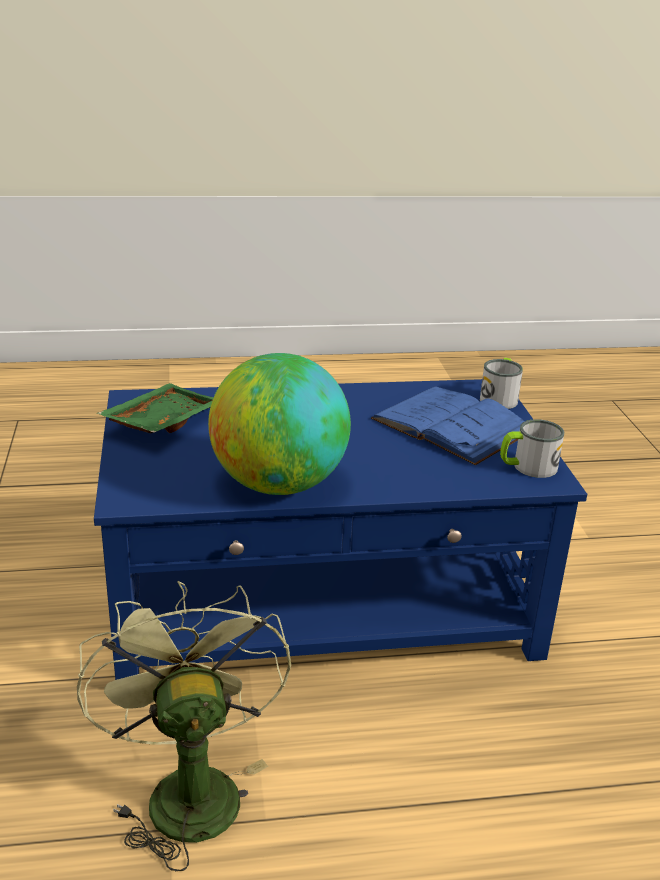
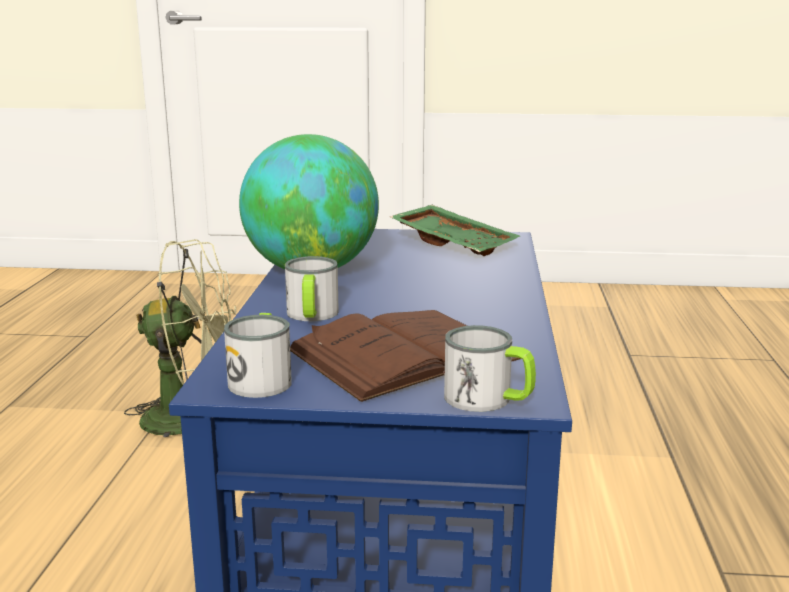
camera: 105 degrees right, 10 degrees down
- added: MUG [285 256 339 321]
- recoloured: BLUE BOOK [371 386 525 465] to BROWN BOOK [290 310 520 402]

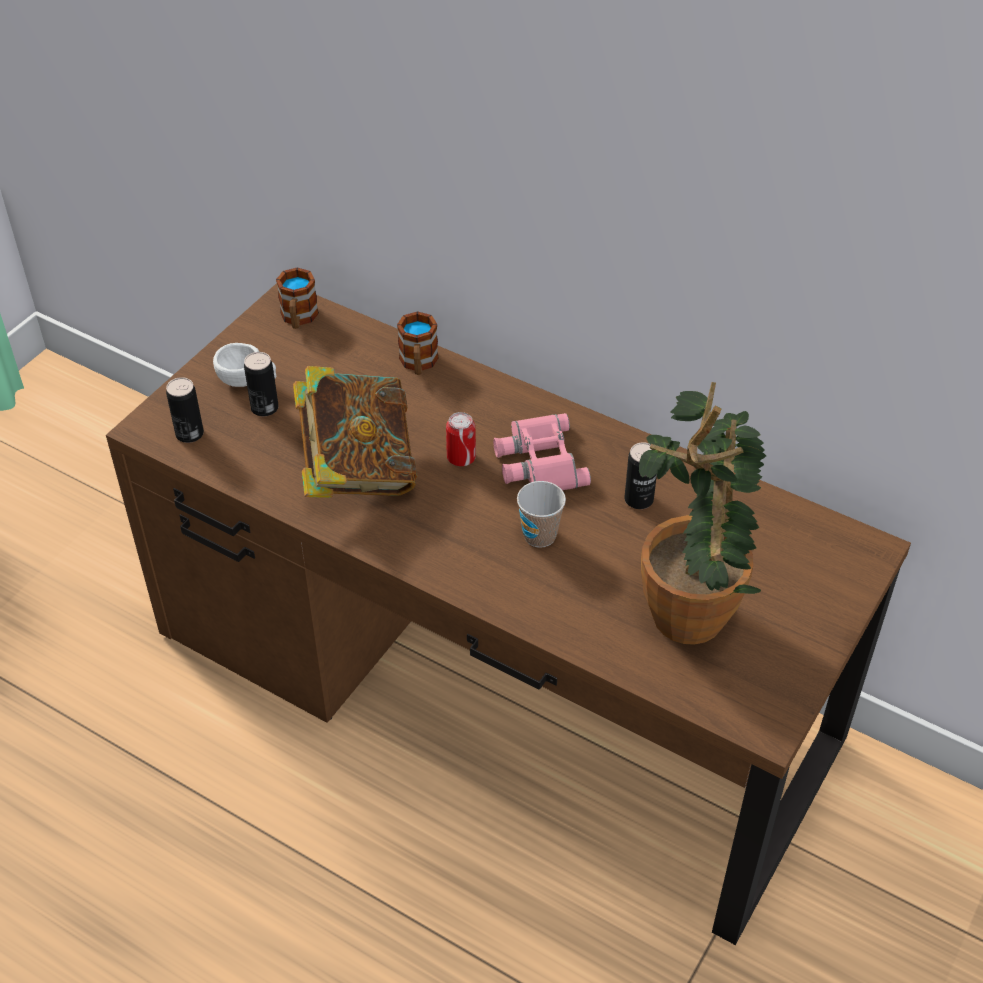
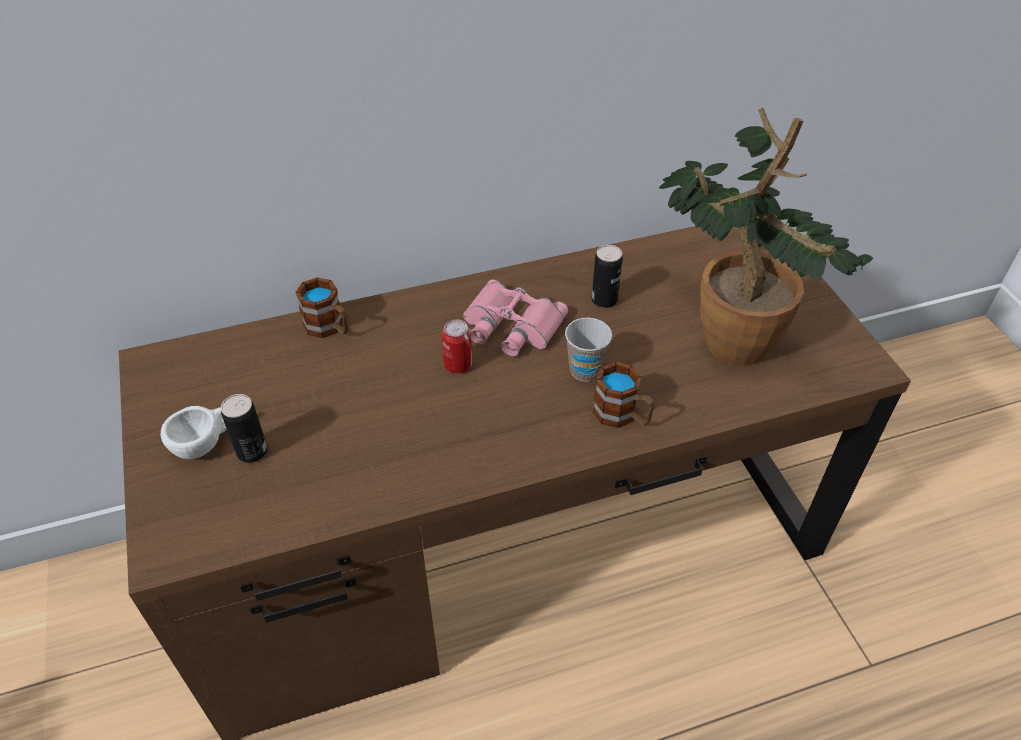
camera: 50 degrees left, 0 degrees up
- removed: CAN [166 377 204 443]
- removed: BOOK [293 366 417 498]
- moved: MUG [276 267 319 329] to [593 362 655 428]

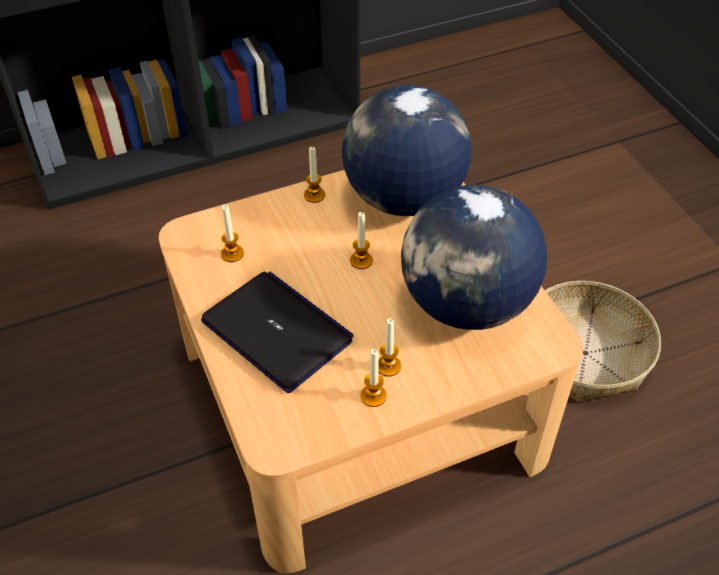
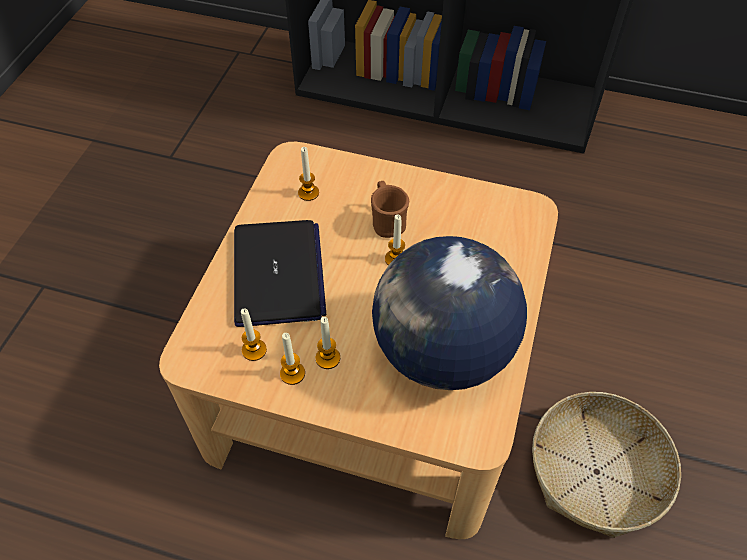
camera: 40 degrees right, 5 degrees up
- removed: GLOBE [342 85 472 216]
- added: BROWN MUG [371 181 409 238]
- moved: CANDLE [304 147 325 203] to [241 308 267 361]

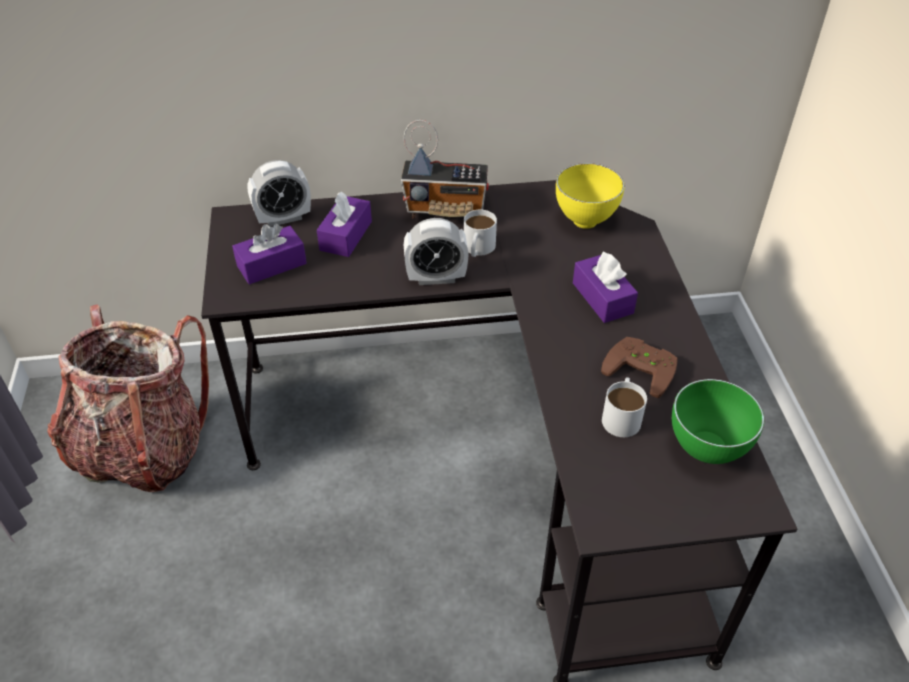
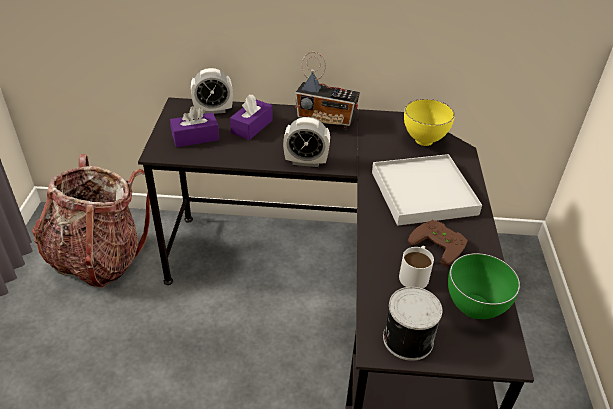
camera: 10 degrees right, 5 degrees down
- removed: WHITE MUG [464 210 497 257]
- added: CAN [383 287 442 361]
- replaced: PURPLE TISSUE BOX [573 252 638 323] to WHITE TRAY [372 154 482 226]

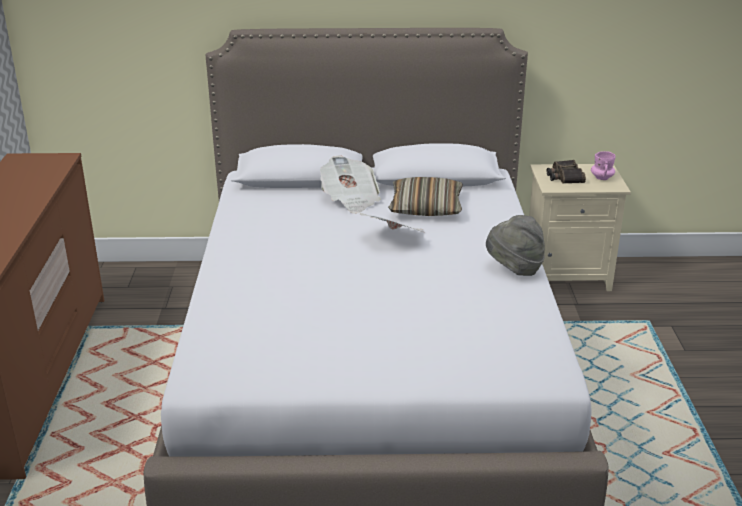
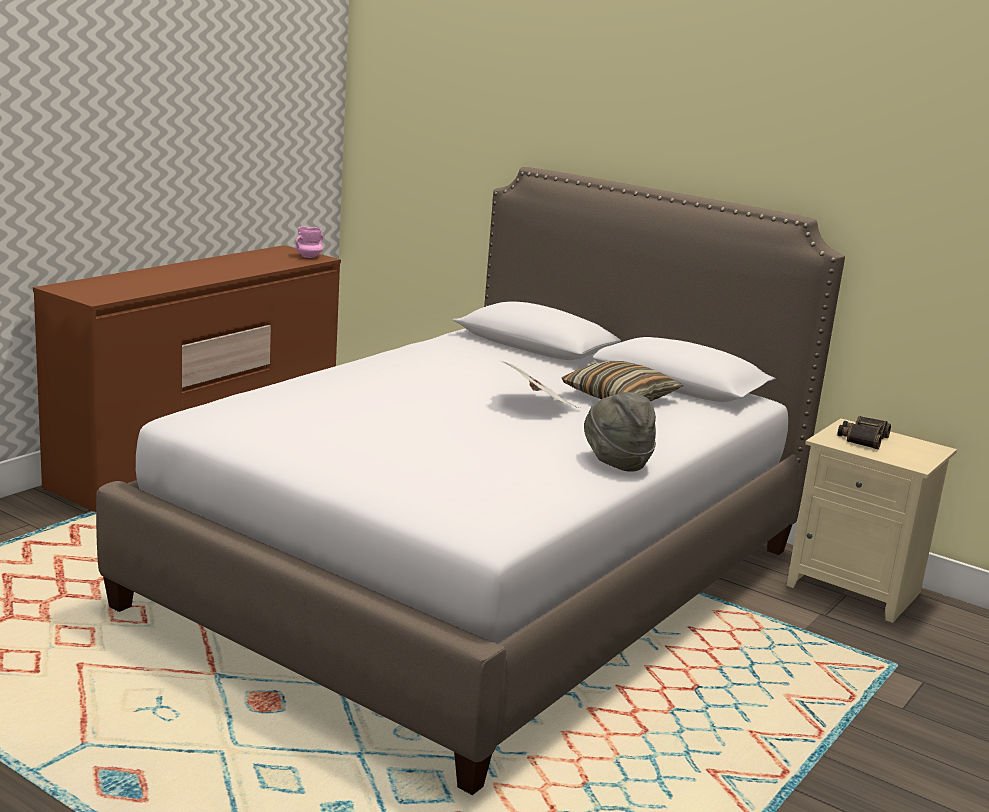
camera: 35 degrees right, 10 degrees down
- removed: NEWSPAPER [320 155 381 214]
- moved: PINK MUG [591 151 615 180] to [295 226 323 258]

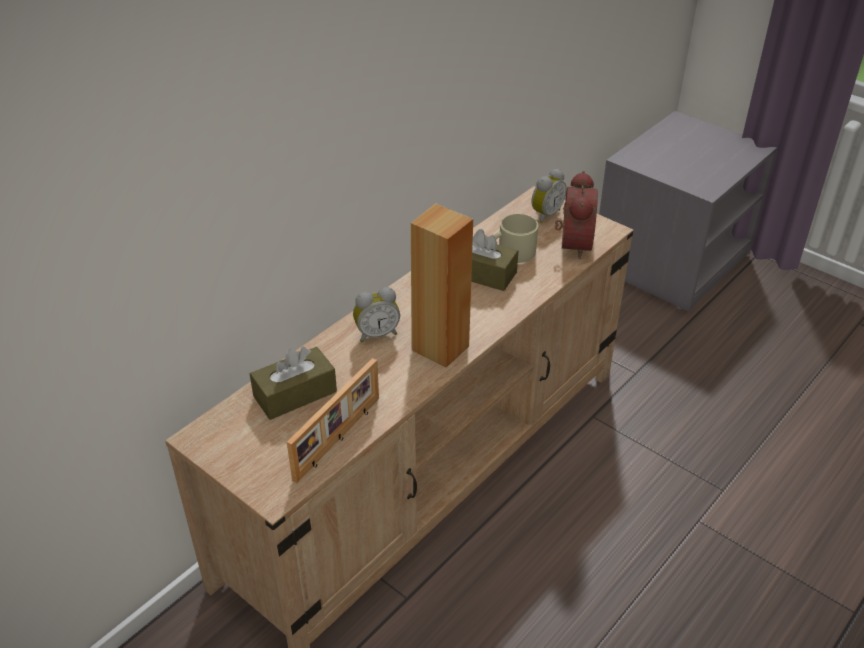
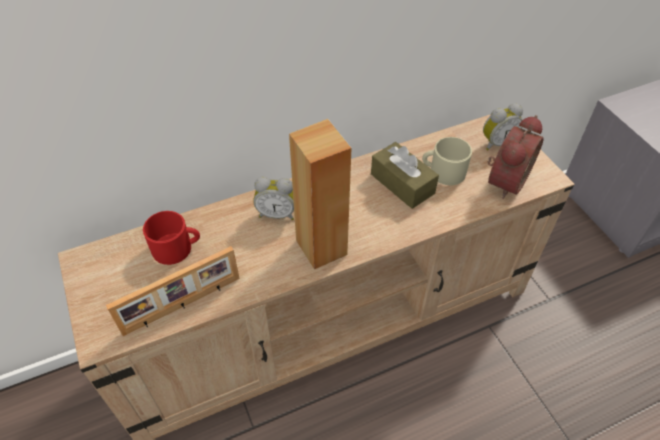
camera: 25 degrees right, 10 degrees up
- replaced: BROWN TISSUE BOX [250 347 337 420] to RED MUG [143 211 200 265]

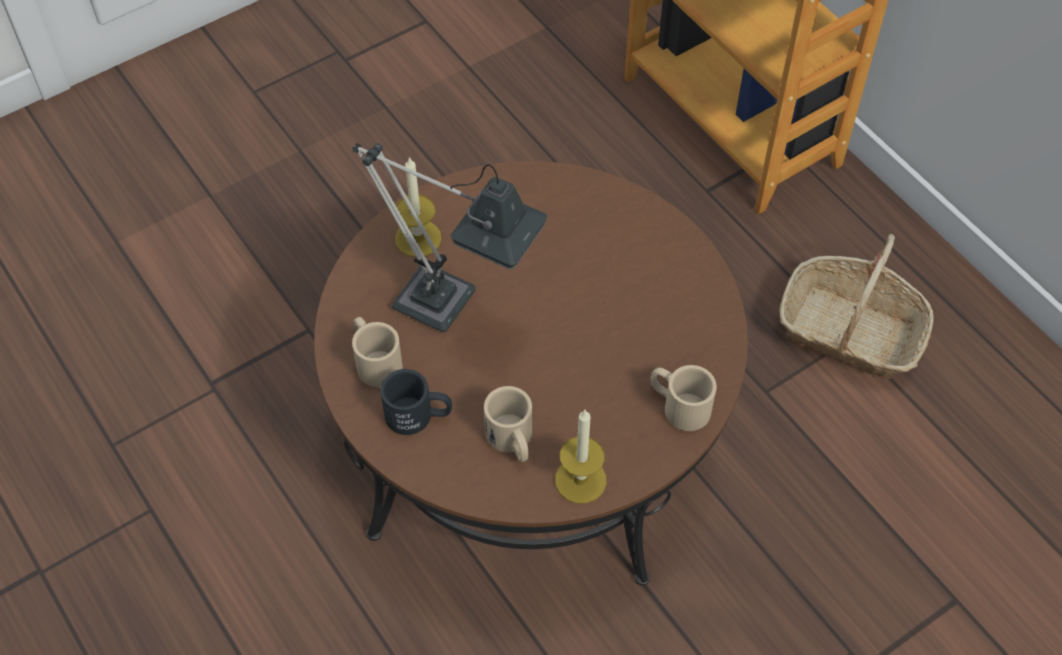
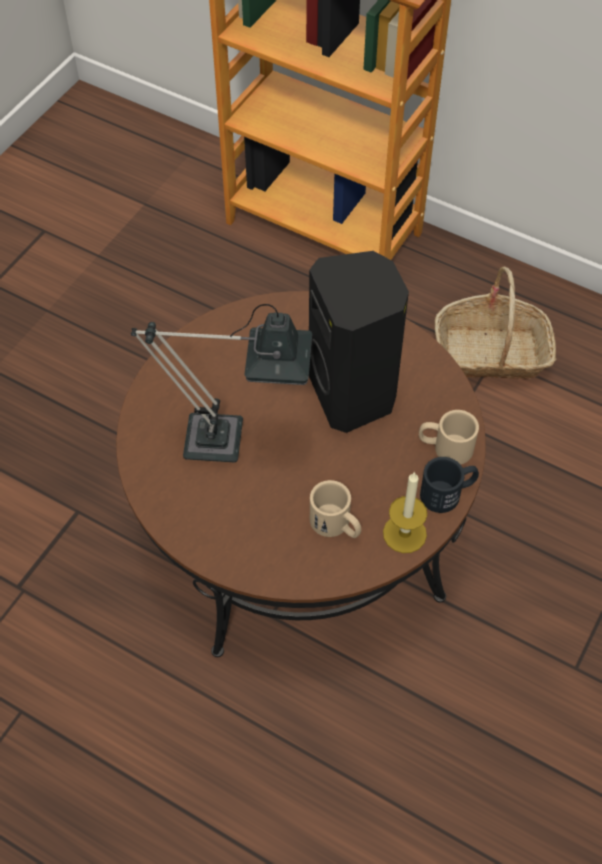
camera: 25 degrees left, 0 degrees up
- removed: BEIGE MUG [352 317 403 387]
- removed: CANDLE [395 156 442 257]
- added: BLACK SPEAKER [309 251 409 433]
- moved: BLACK MUG [380 369 452 435] to [420 457 479 513]

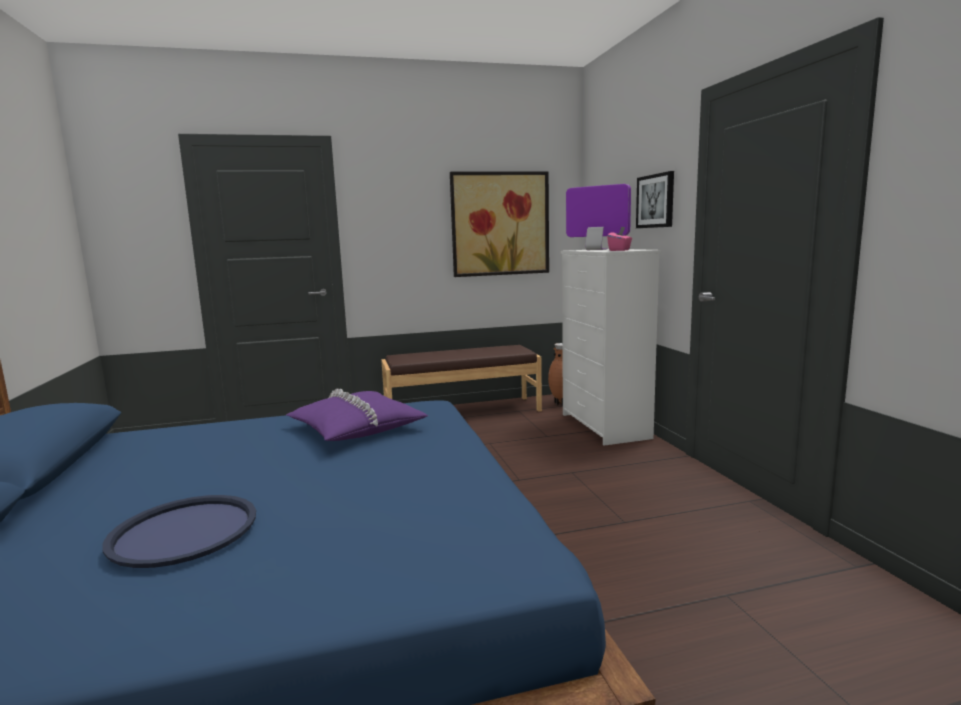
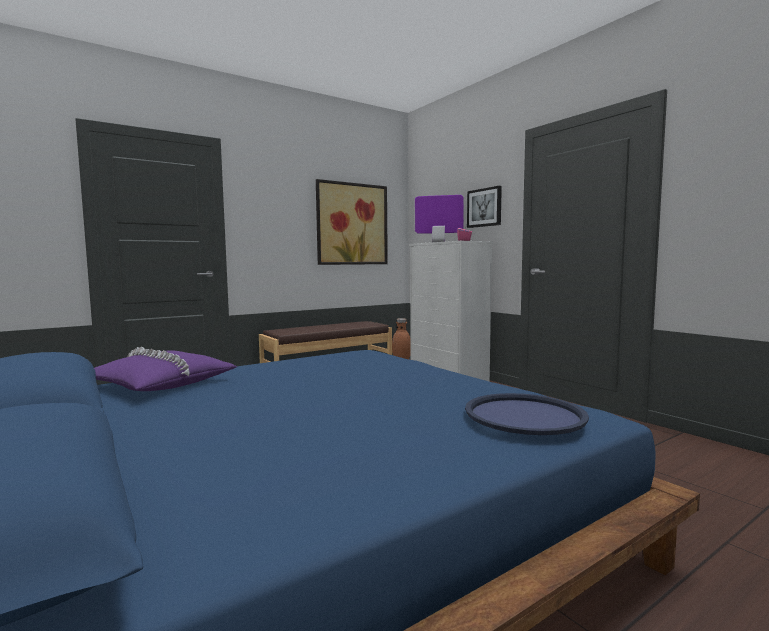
camera: 20 degrees left, 5 degrees down
- moved: BLUE TRAY [103 495 256 568] to [465 393 589 435]
- moved: PURPLE PILLOW [286 389 428 441] to [94 347 237 391]

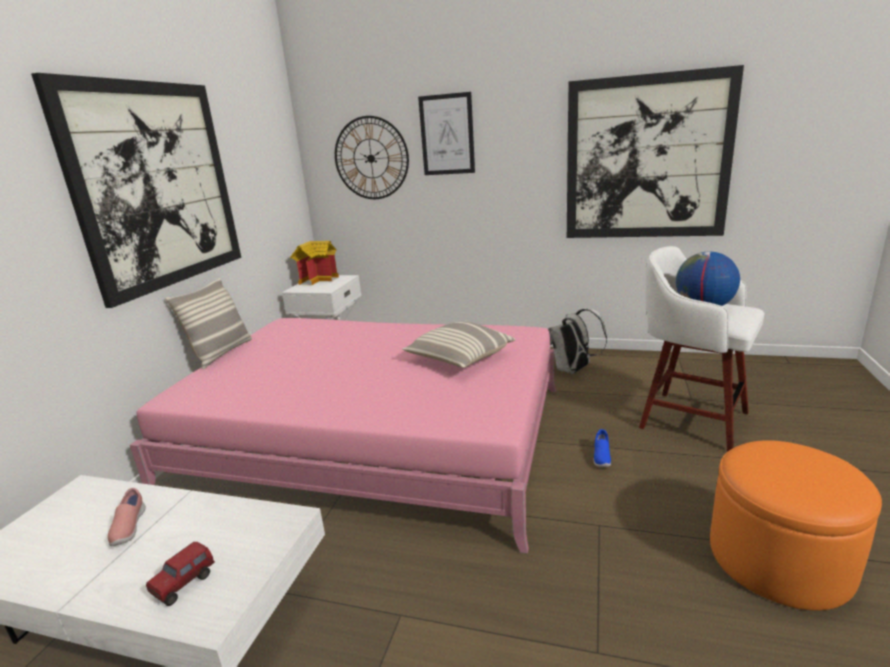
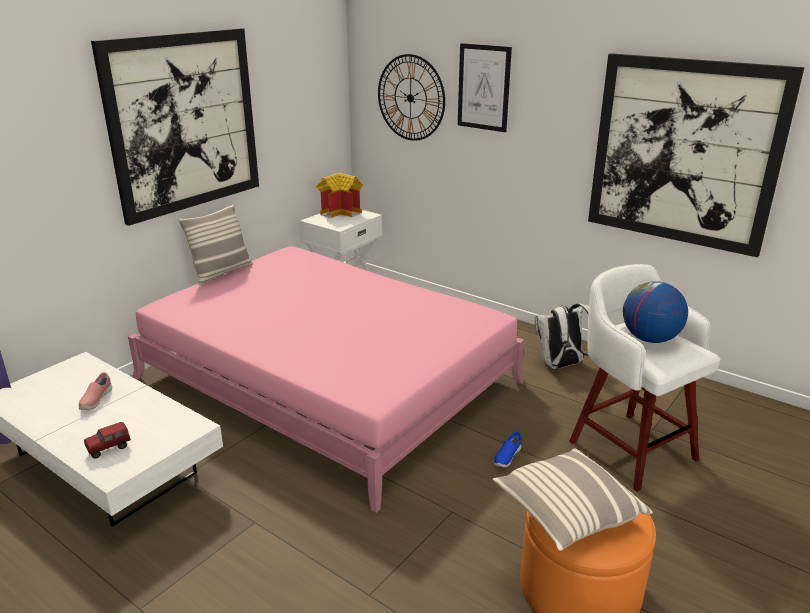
camera: 20 degrees right, 5 degrees up
- moved: PILLOW [402 322 515 368] to [493 448 653 551]

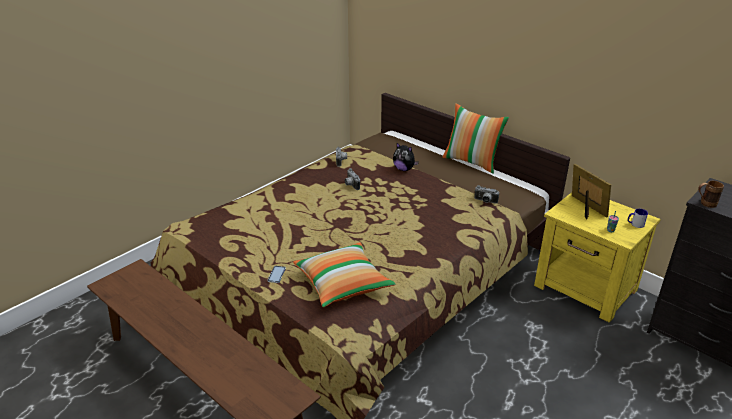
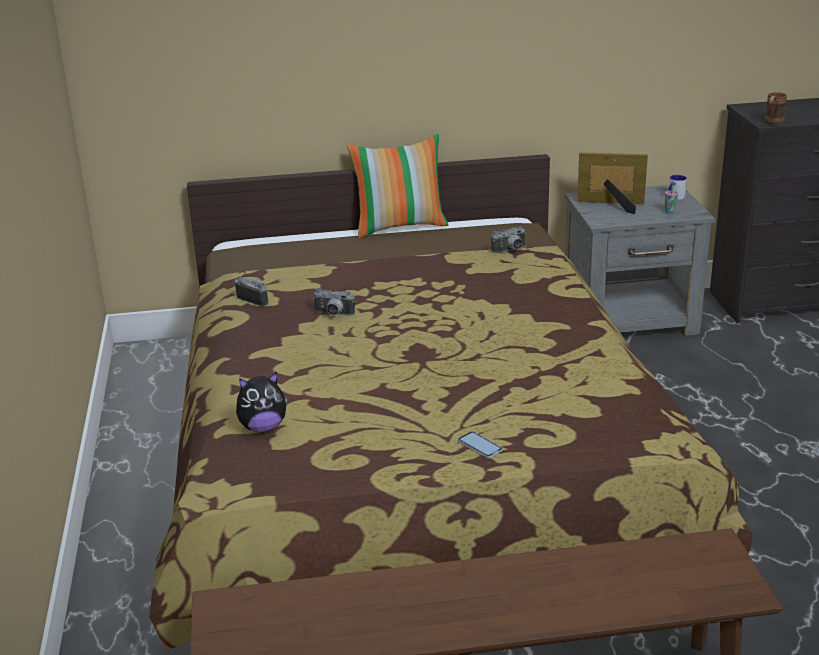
camera: 50 degrees left, 5 degrees down
- removed: PILLOW [293 242 396 308]
- moved: PLUSH TOY [393 143 419 171] to [236 372 287 432]
- recoloured: YELLOW NIGHTSTAND [534 192 661 323] to GREY NIGHTSTAND [565 185 715 336]

